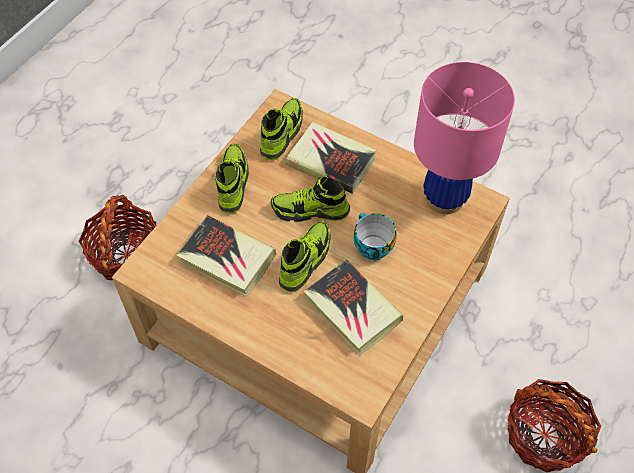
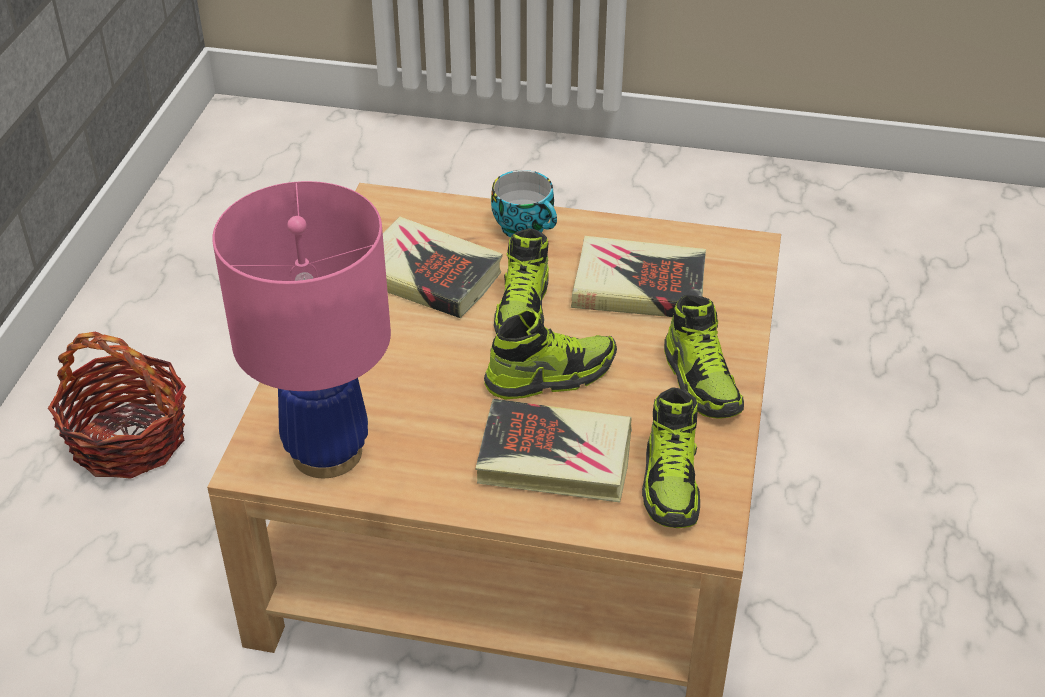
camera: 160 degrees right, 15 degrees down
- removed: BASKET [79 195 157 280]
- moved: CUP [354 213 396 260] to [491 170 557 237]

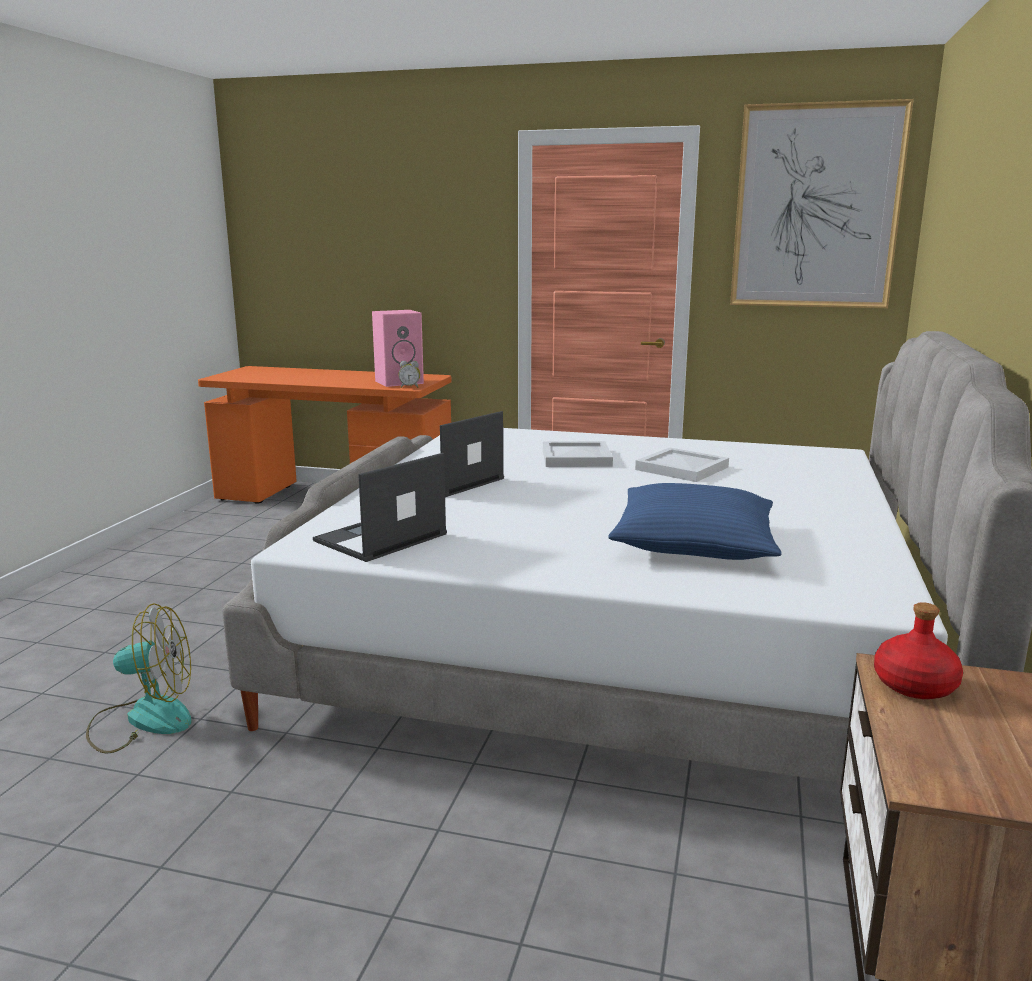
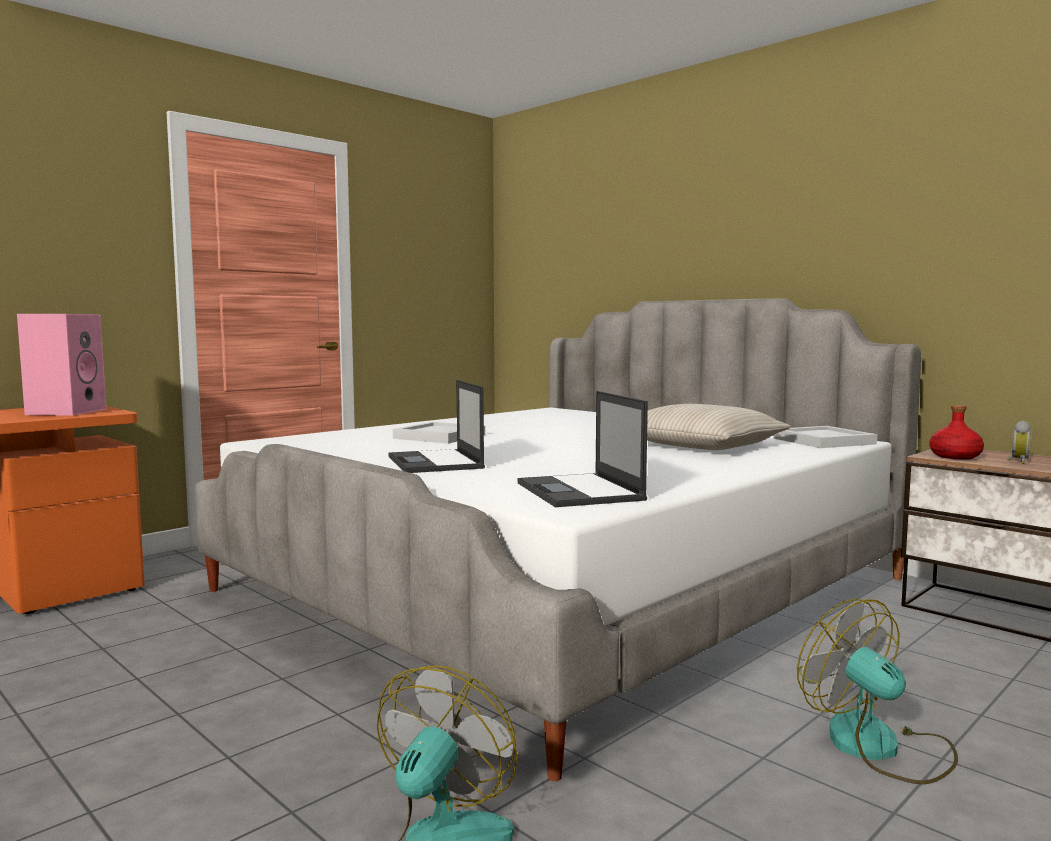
camera: 60 degrees left, 10 degrees down
- removed: PICTURE [730 99 914 308]
- added: FAN [797 599 958 784]
- moved: ALARM CLOCK [399 361 420 388] to [1007 421 1031 464]
- moved: WHITE TRAY [635 448 729 482] to [773 426 877 448]
- recoloured: BLUE PILLOW [609 483 782 560] to BEIGE PILLOW [647 404 791 450]

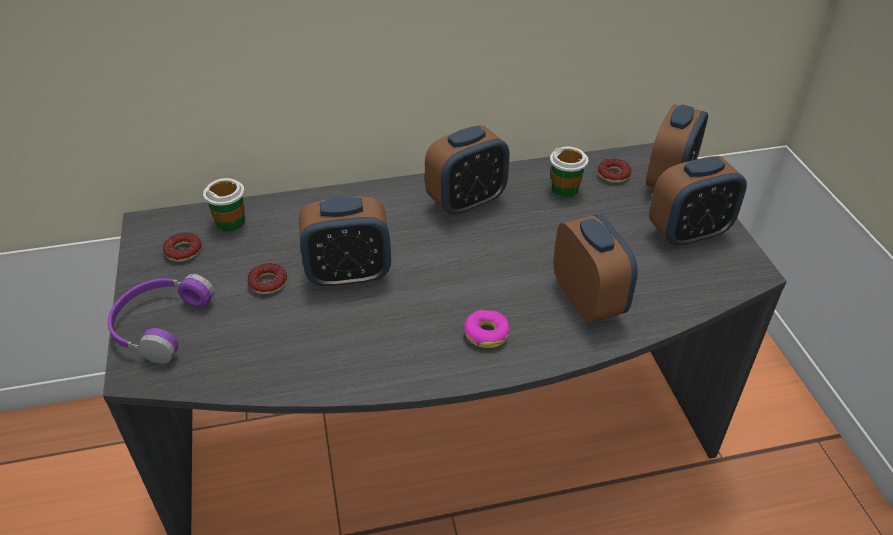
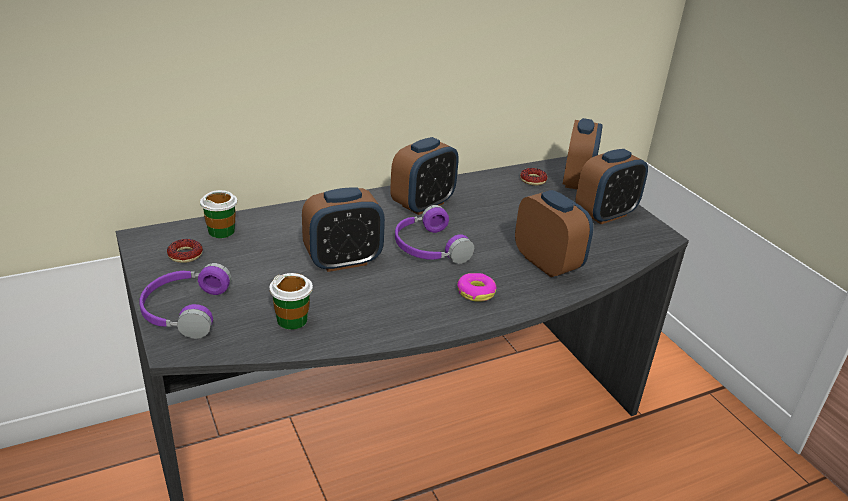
camera: 15 degrees left, 10 degrees down
- removed: DONUT [247 263 287 294]
- added: PURPLE HEADPHONES [395 205 475 264]
- moved: CUP [550 147 588 197] to [269 273 313 330]

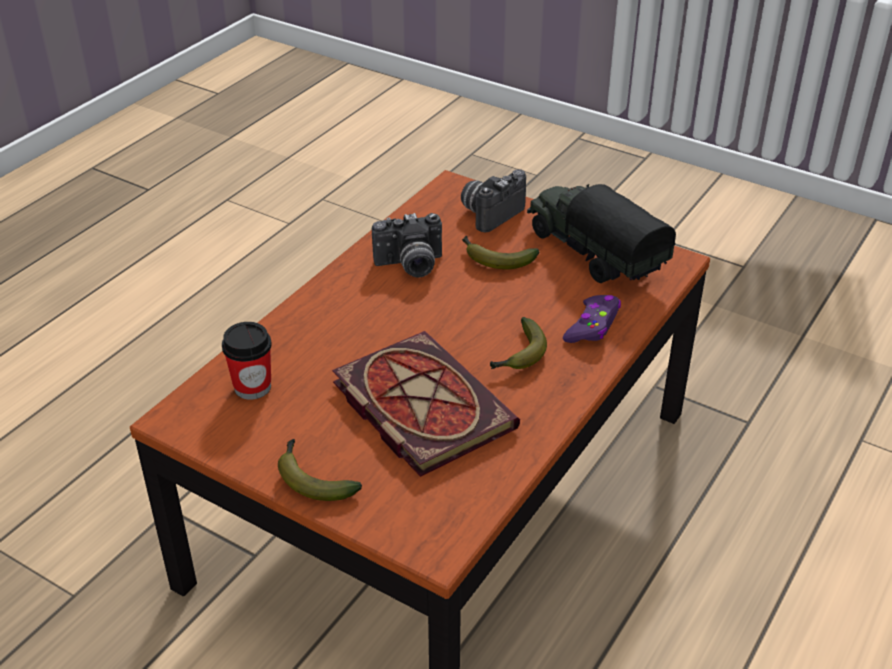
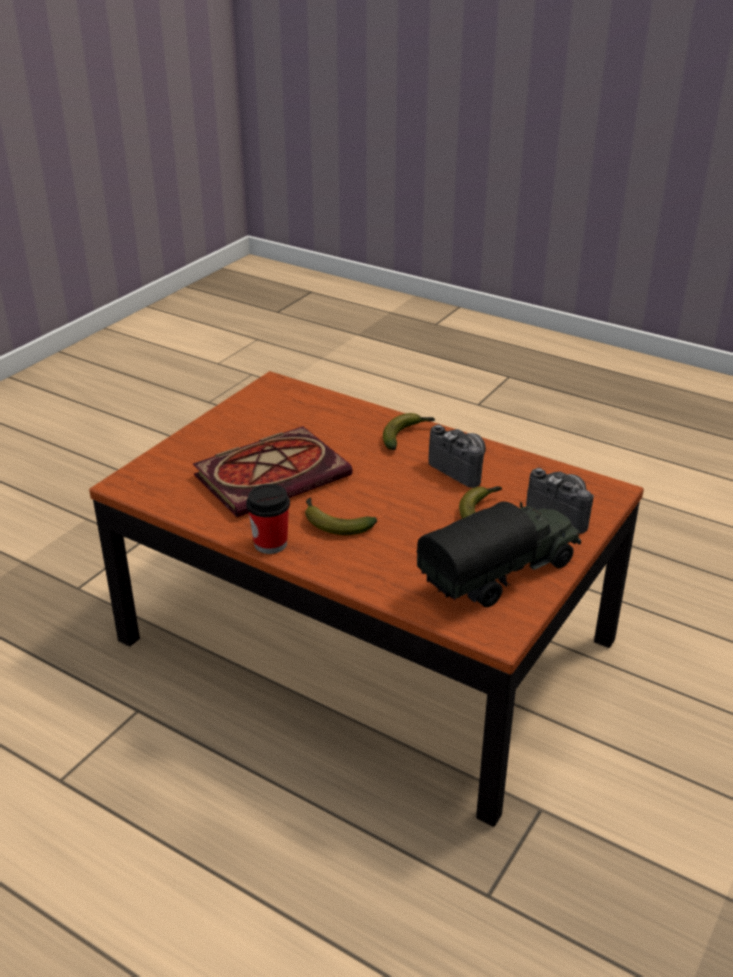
camera: 90 degrees right, 5 degrees down
- removed: PURPLE GAME CONTROLLER [563 295 621 343]
- moved: CUP [222 322 272 400] to [246 484 290 554]
- moved: BANANA [278 439 362 501] to [383 413 435 450]
- turned: PHOTO CAMERA [372 213 442 278] = [428 424 486 488] 150 degrees clockwise

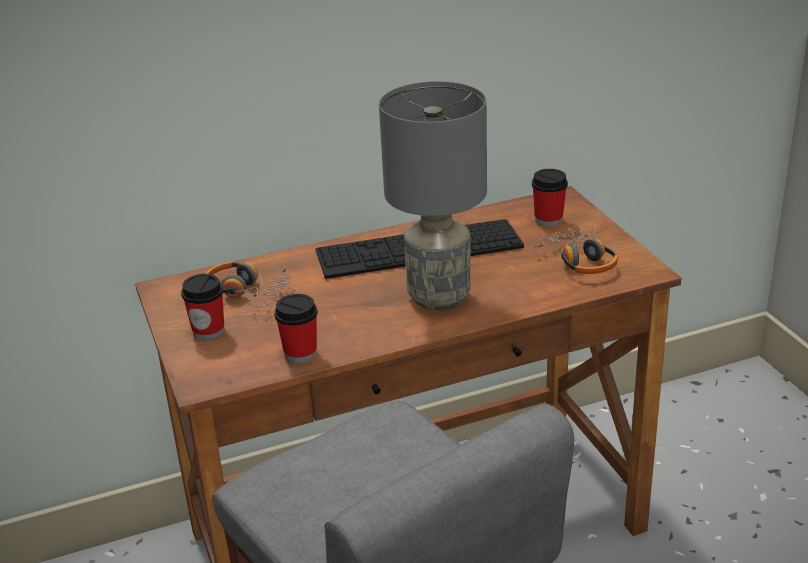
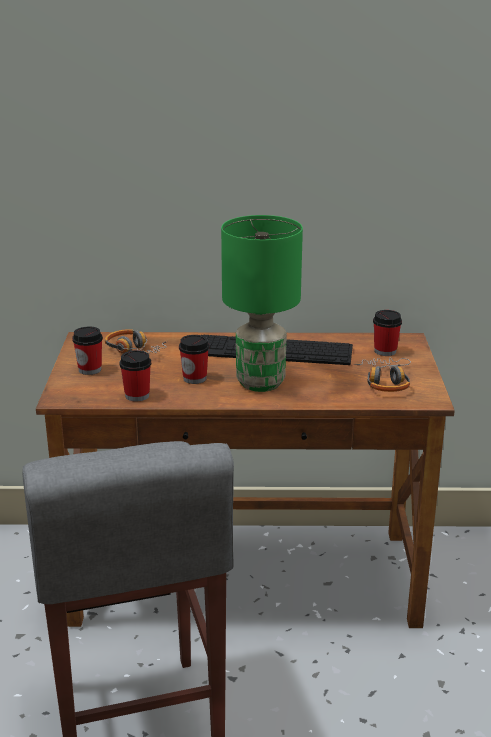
camera: 20 degrees right, 5 degrees down
- added: CUP [179 335 209 384]
- recoloured: GREY TABLE LAMP [379 81 487 310] to GREEN TABLE LAMP [221 215 303 392]

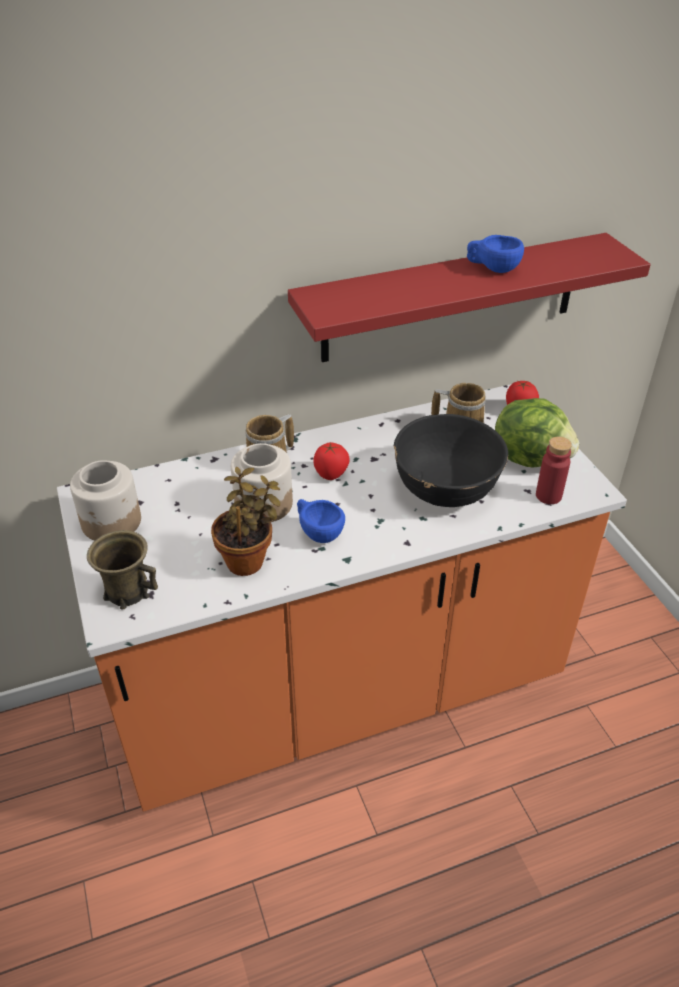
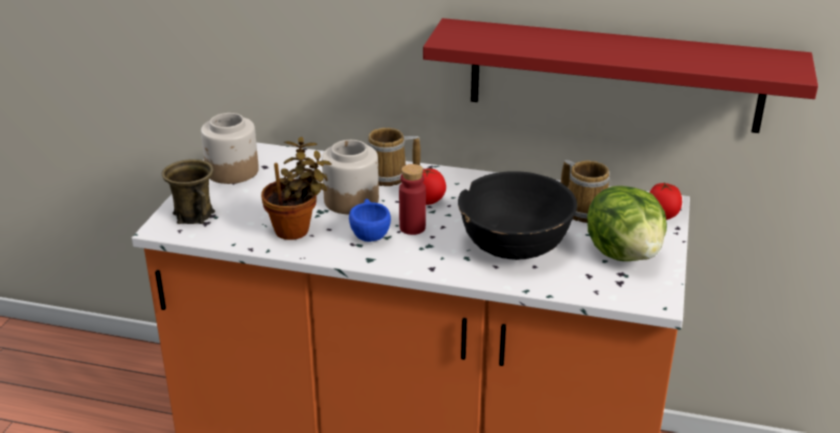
camera: 35 degrees right, 10 degrees down
- removed: BLUE CUP [467 235 524 273]
- moved: RED BOTTLE [536 436 572 504] to [399 164 426 235]

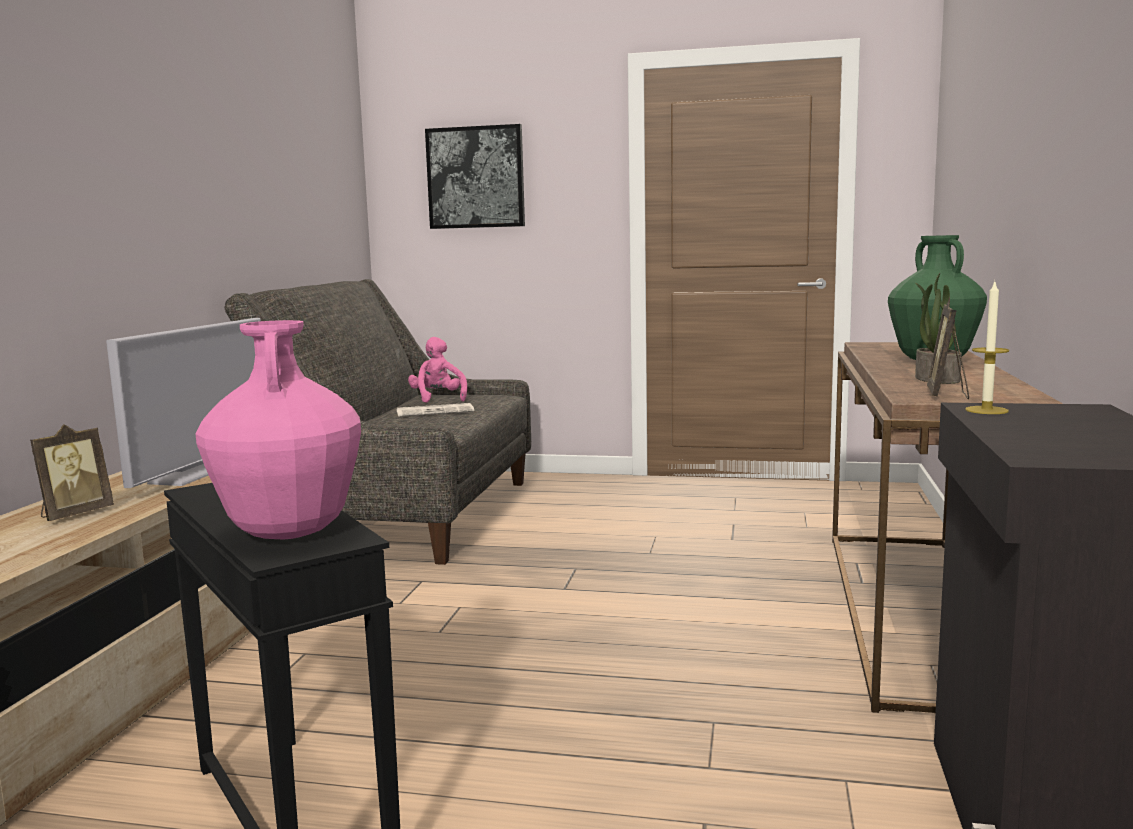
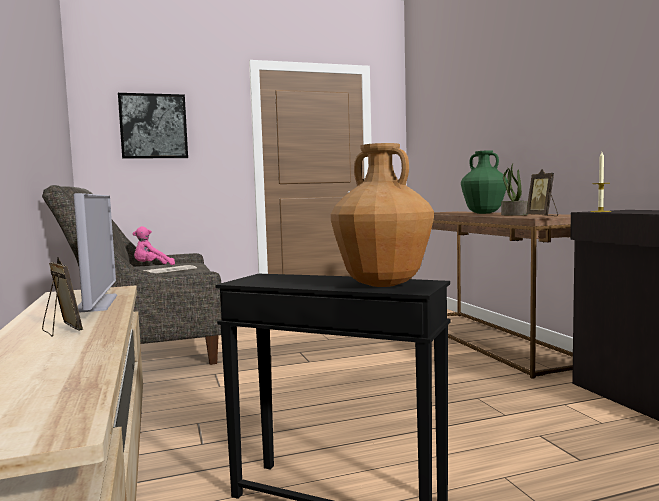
camera: 30 degrees left, 5 degrees down
- recoloured: PINK VASE [196 320 361 539] to BROWN VASE [331 143 434 287]
- turned: PICTURE FRAME [30 424 114 521] = [42 258 83 337] 45 degrees counterclockwise
- turned: PINK PLUSH TOY [408 337 467 403] = [133 226 175 265] 75 degrees counterclockwise

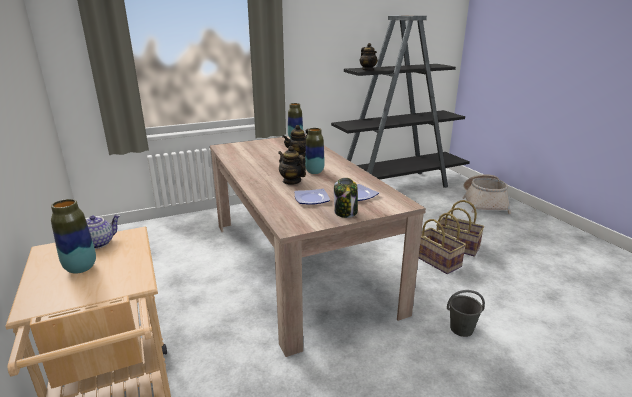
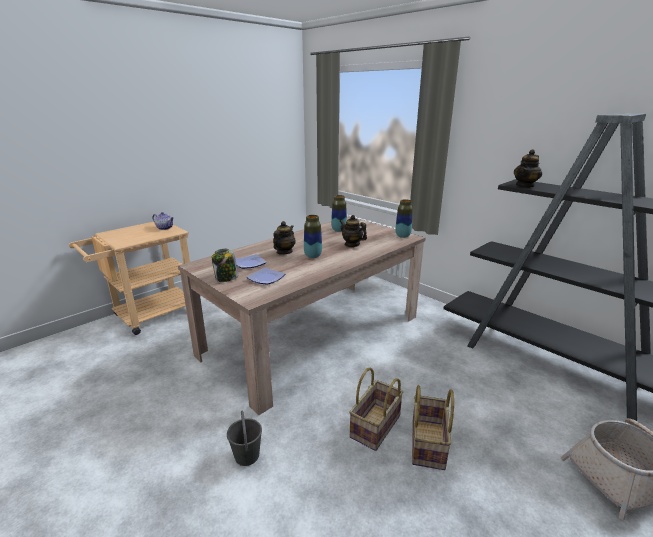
camera: 70 degrees right, 0 degrees up
- moved: VASE [51 199 96 274] to [331 195 347 232]

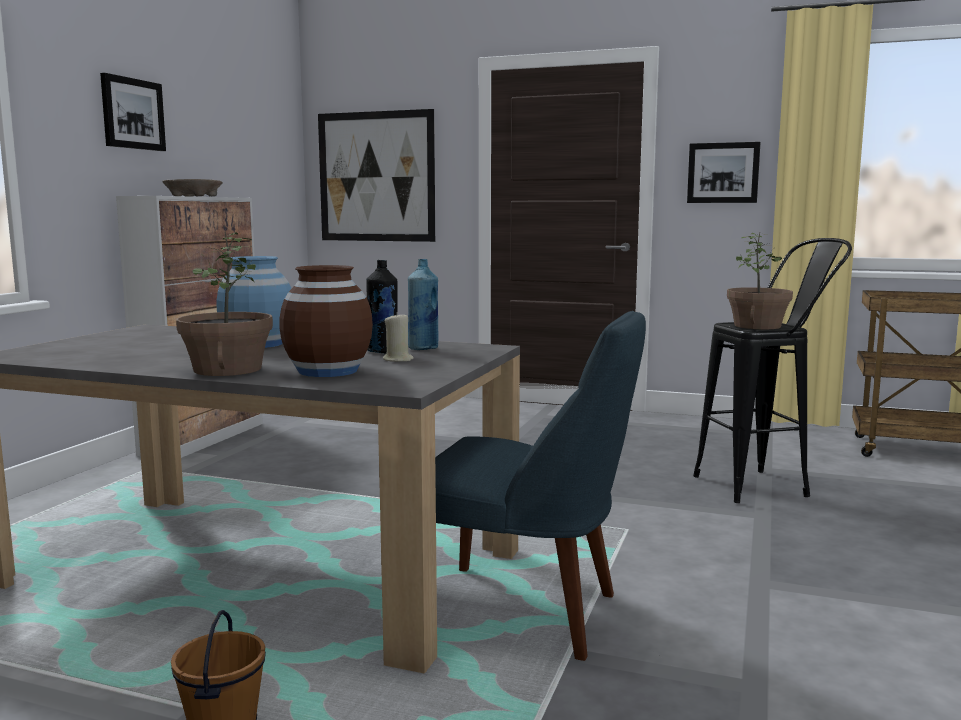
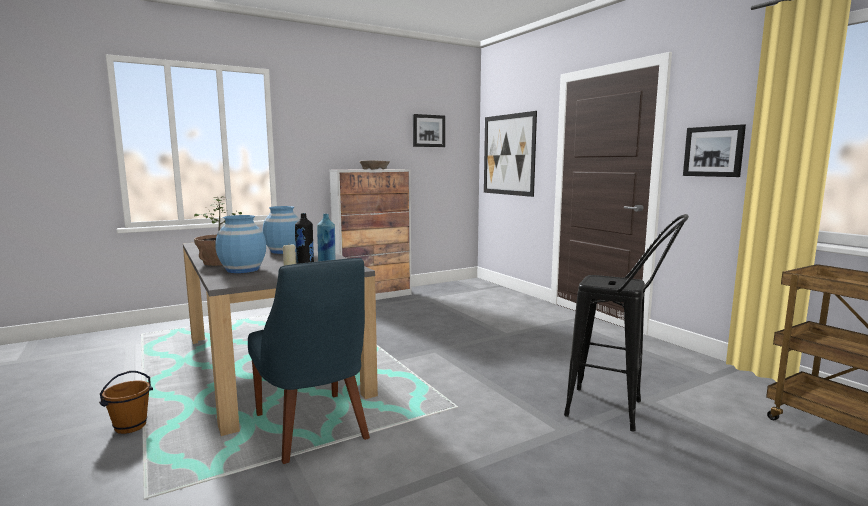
camera: 40 degrees right, 0 degrees up
- removed: POTTED PLANT [727 233 793 329]
- moved: PICTURE [100 73 166 151] to [413 114 445 147]
- recoloured: BROWN VASE [279 265 373 377] to BLUE VASE [215 215 266 273]

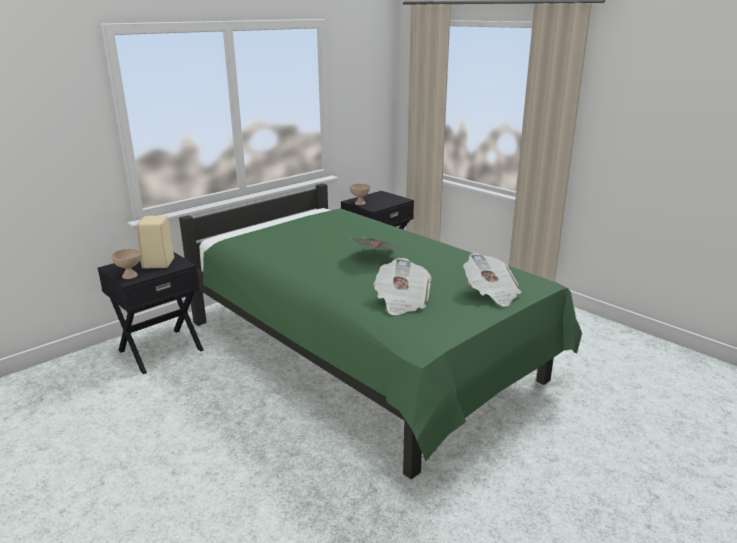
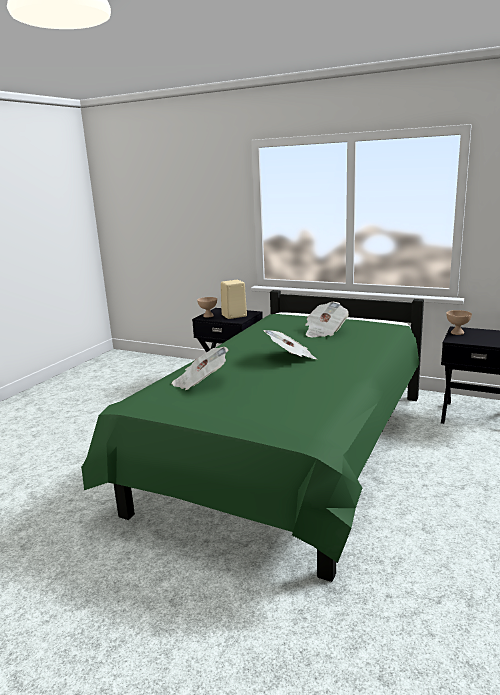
camera: 70 degrees right, 5 degrees down
- moved: NEWSPAPER [463 253 521 307] to [305 302 349 337]

